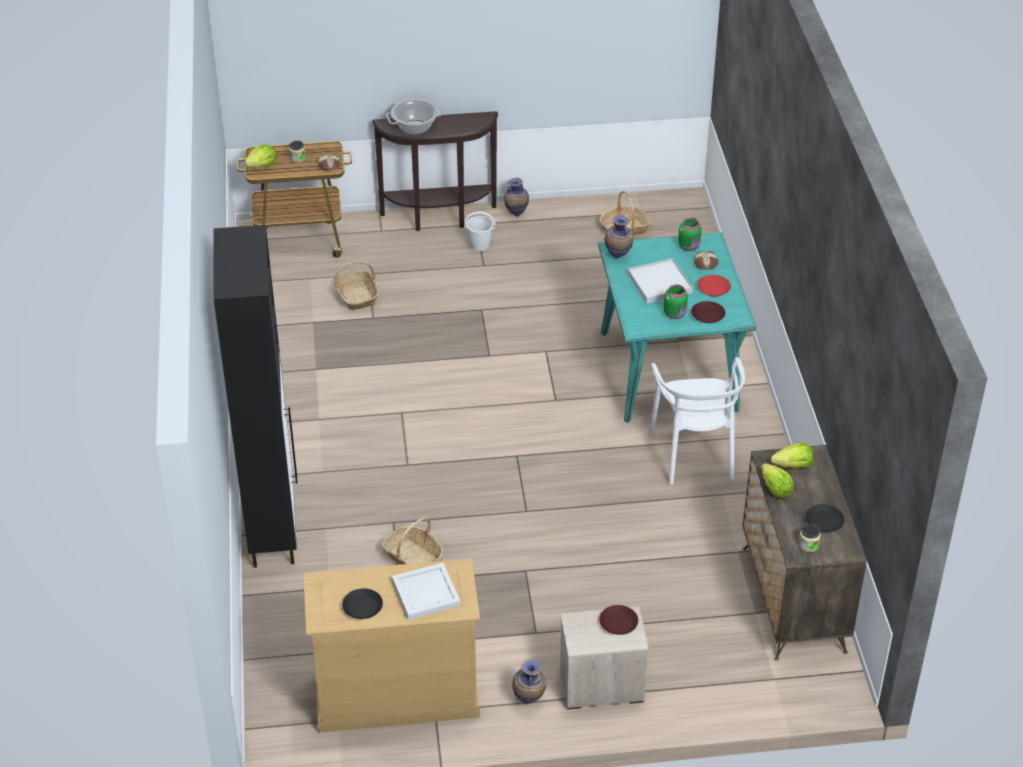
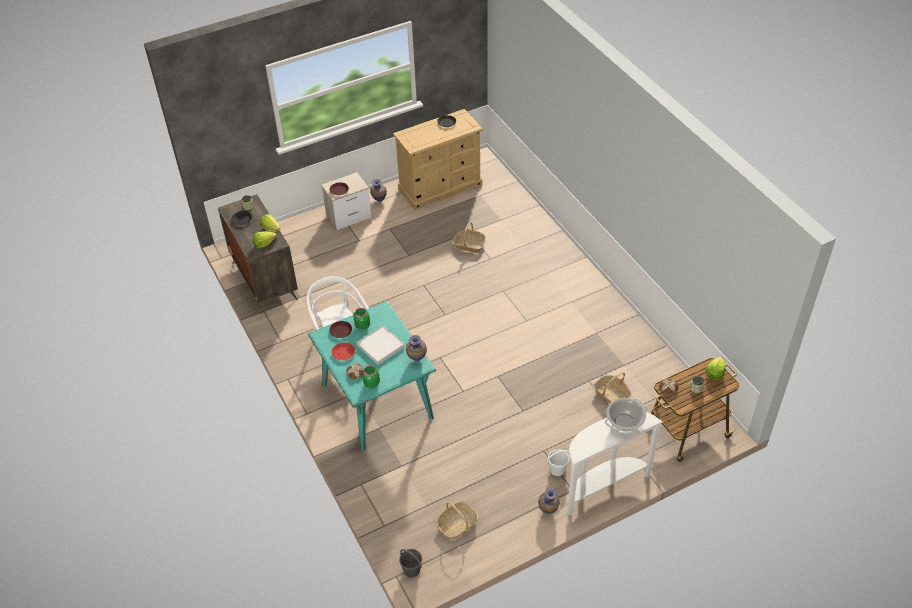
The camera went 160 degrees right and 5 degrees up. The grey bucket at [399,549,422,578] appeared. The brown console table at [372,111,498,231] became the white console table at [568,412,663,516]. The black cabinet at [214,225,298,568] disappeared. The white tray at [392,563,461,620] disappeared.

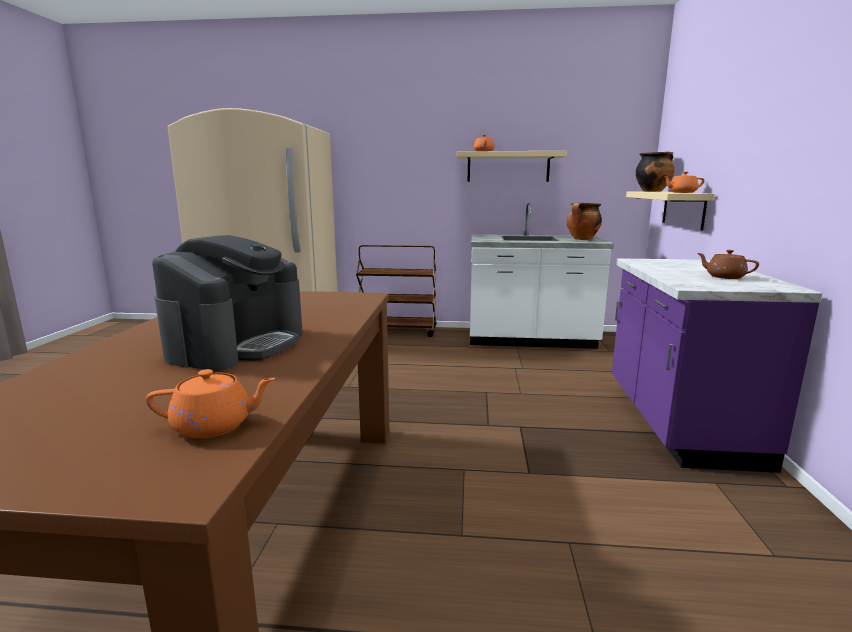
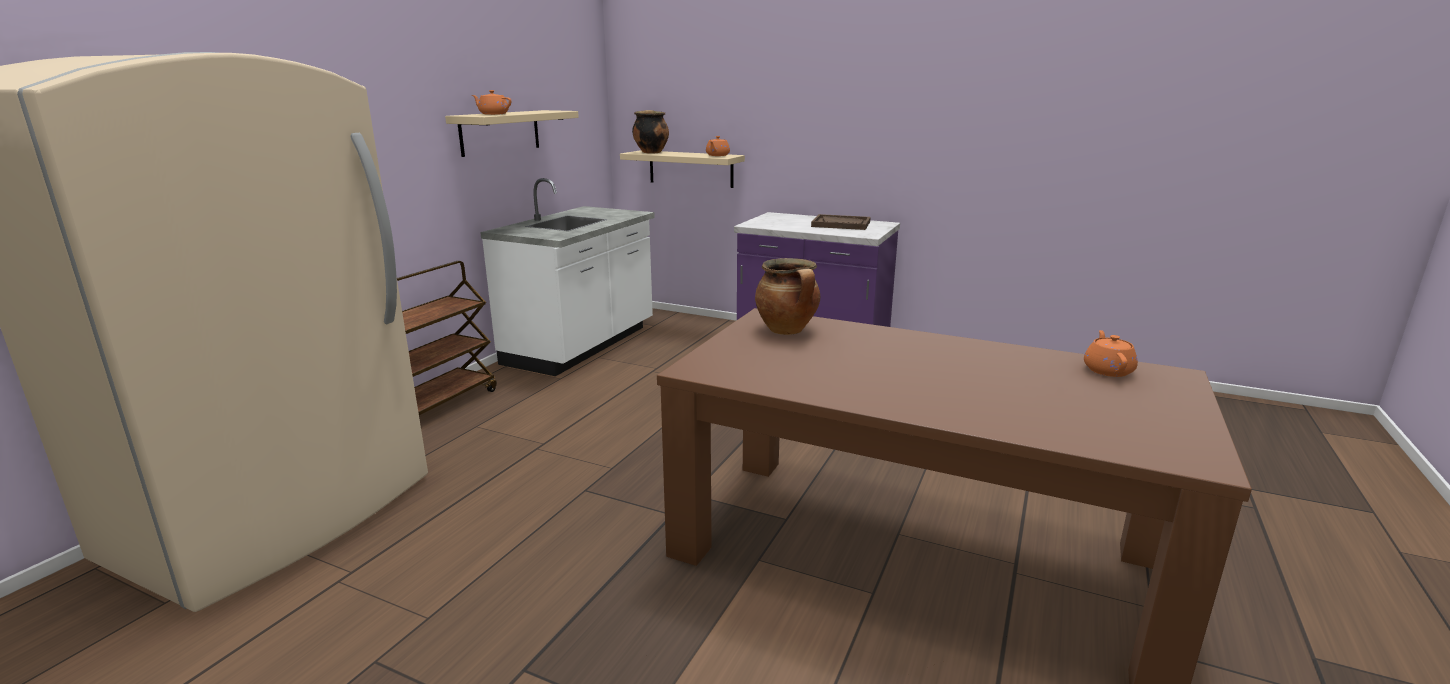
The camera went 70 degrees left and 5 degrees up. The cooking pot moved from [567,202,602,240] to [755,258,820,335]. The brown teapot at [697,250,759,279] was replaced by the brown tray at [811,214,871,230]. The coffee machine at [152,235,303,371] disappeared.

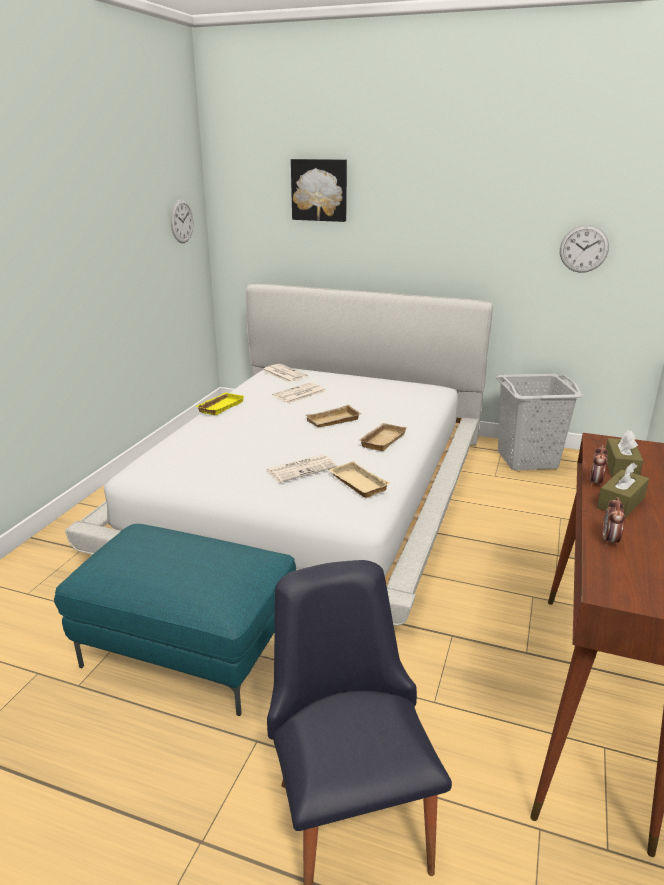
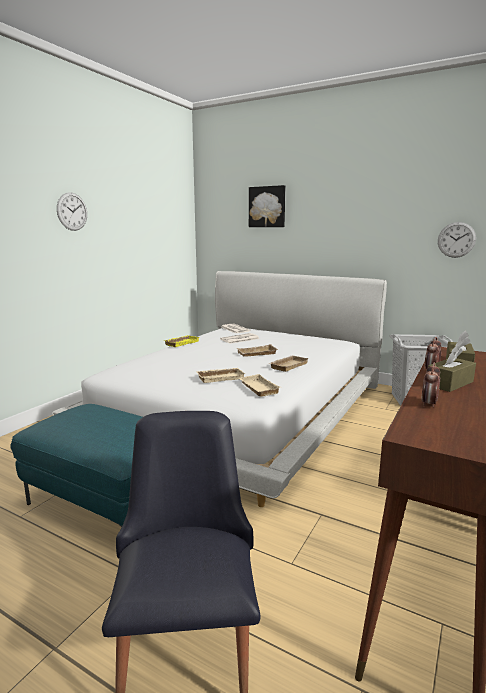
The camera went 10 degrees right and 10 degrees down. The wall clock moved from [170,200,193,243] to [57,192,87,231]. The newspaper at [266,455,338,483] was replaced by the beige tray at [196,368,245,383].

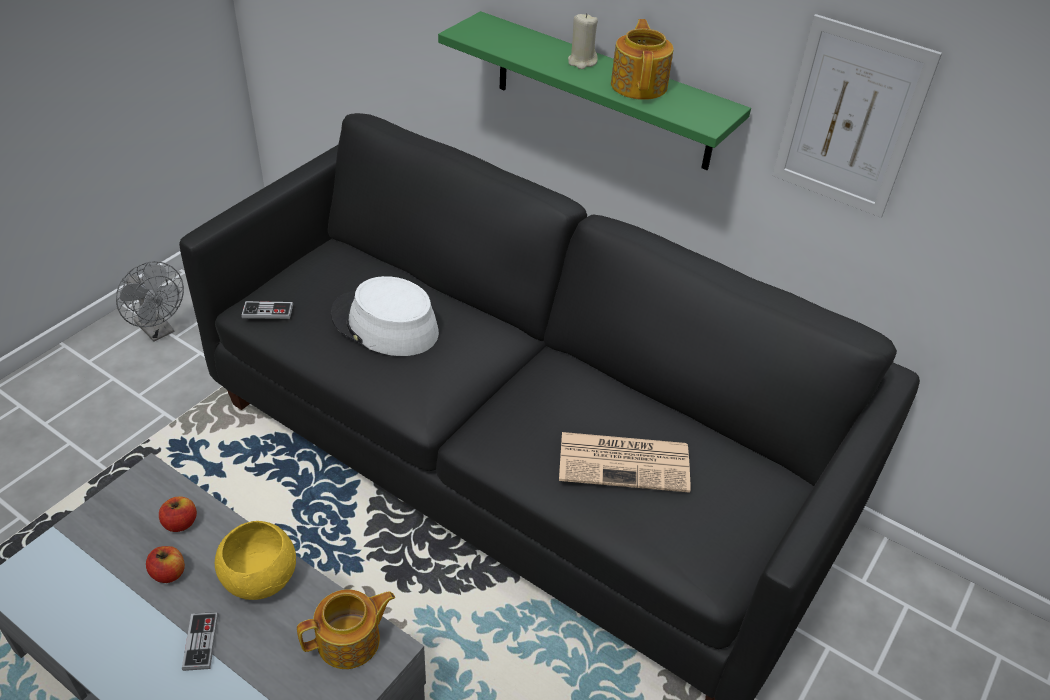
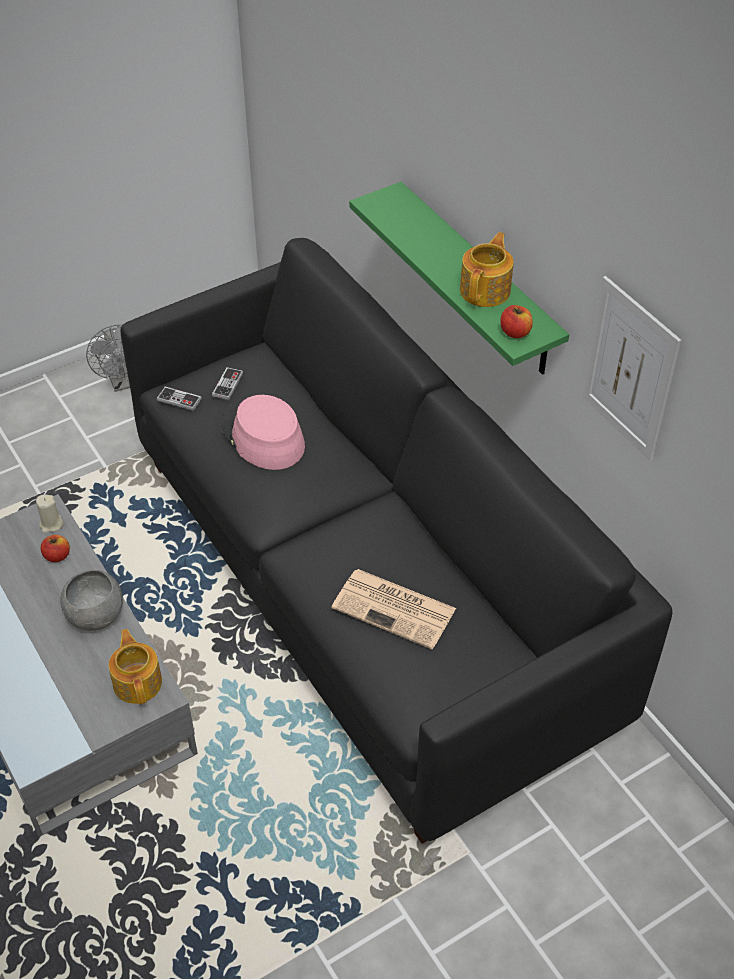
The camera went 25 degrees right and 5 degrees up. The beige candle moved from [568,13,598,69] to [36,494,64,533]. The yellow bowl at [215,521,296,600] became the grey bowl at [60,570,123,630]. The teapot at [297,589,395,669] turned 105 degrees counterclockwise. The game controller moved from [182,612,218,671] to [212,367,243,400]. The white hat at [331,276,439,356] became the pink hat at [221,395,305,470]. The apple moved from [146,546,185,583] to [500,305,533,338].

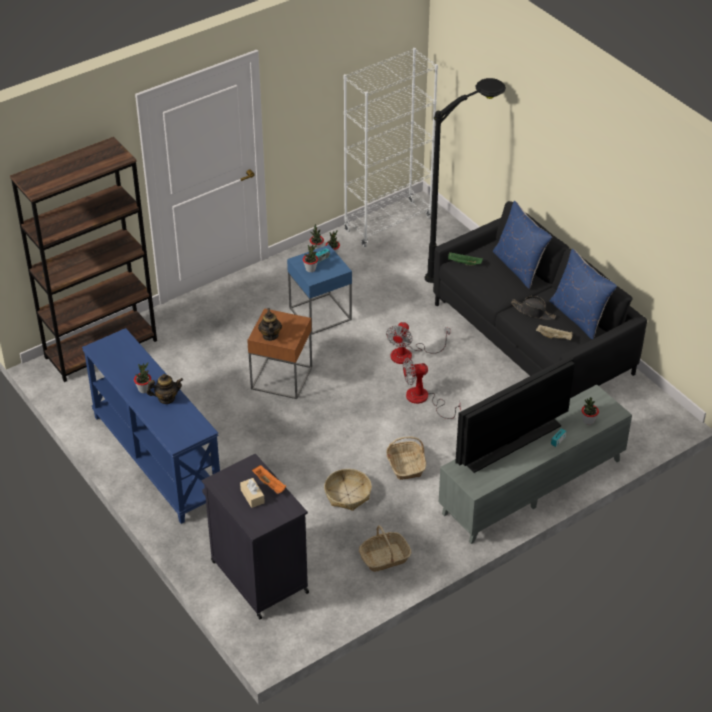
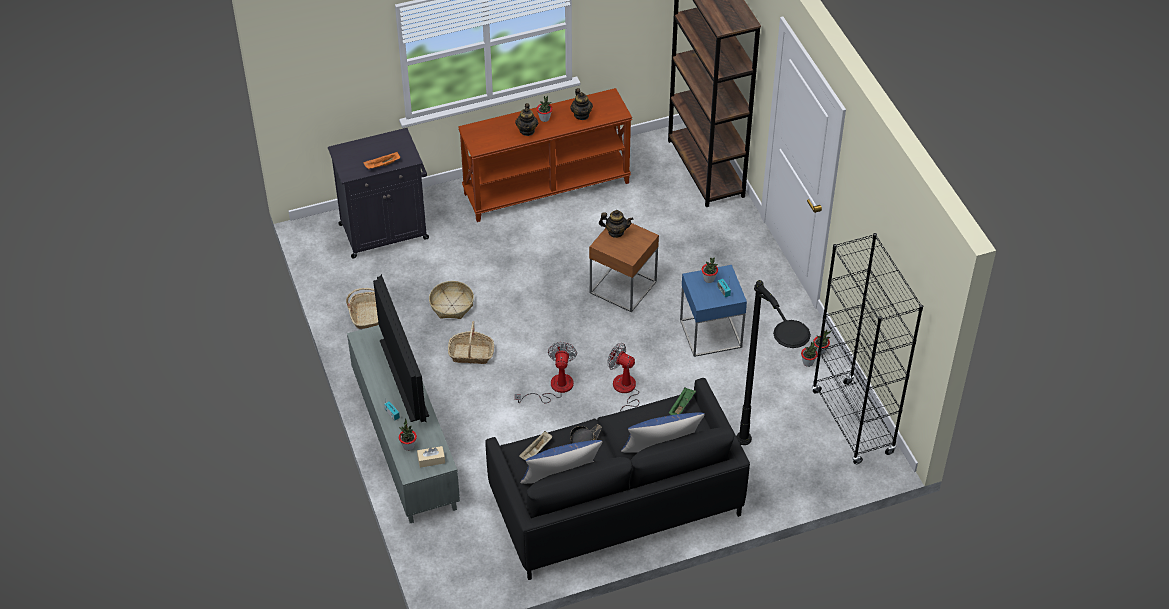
The camera went 105 degrees right and 5 degrees up. The beige tissue box moved from [240,478,265,508] to [417,446,445,468]. The blue console table at [82,328,220,524] became the brown console table at [458,88,632,222]. The teapot at [571,88,593,120] appeared. The white bookcase at [344,48,438,247] became the black bookcase at [812,233,923,464].

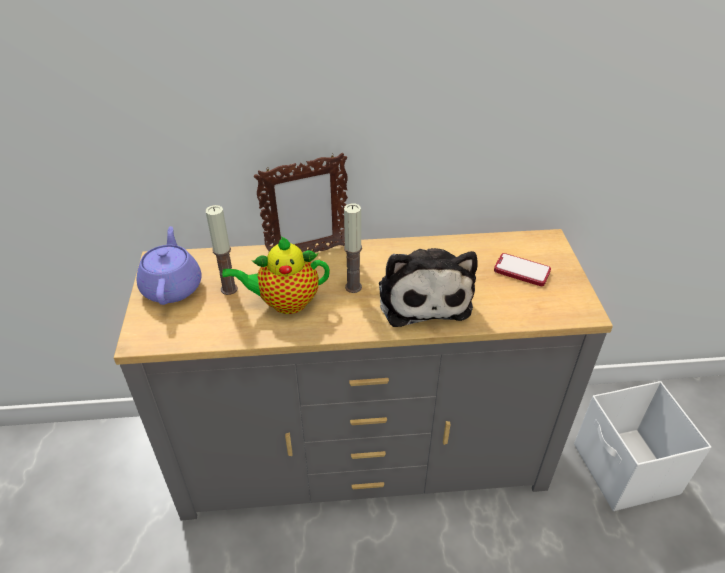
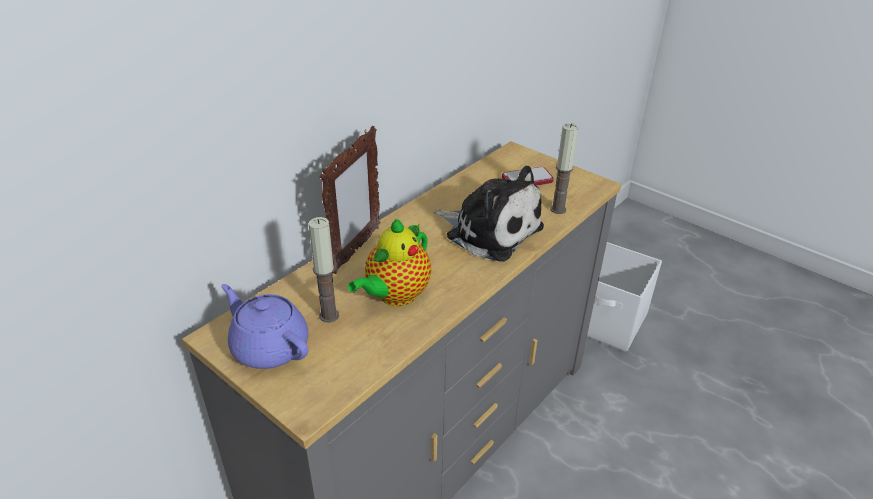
The camera went 45 degrees left and 5 degrees down. The candle moved from [344,203,362,293] to [550,123,579,214].

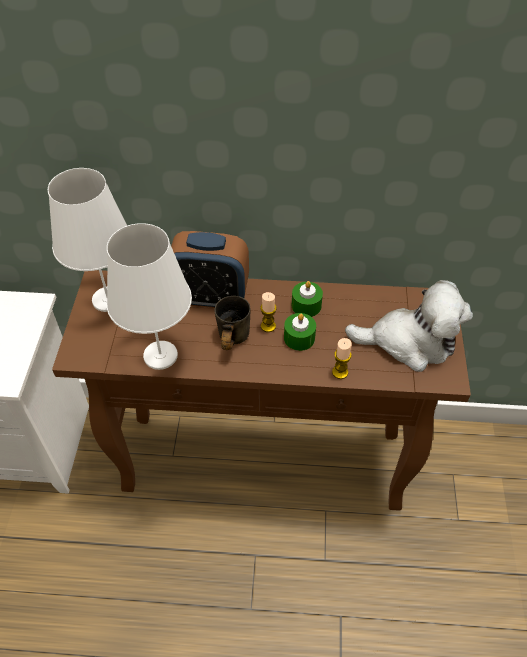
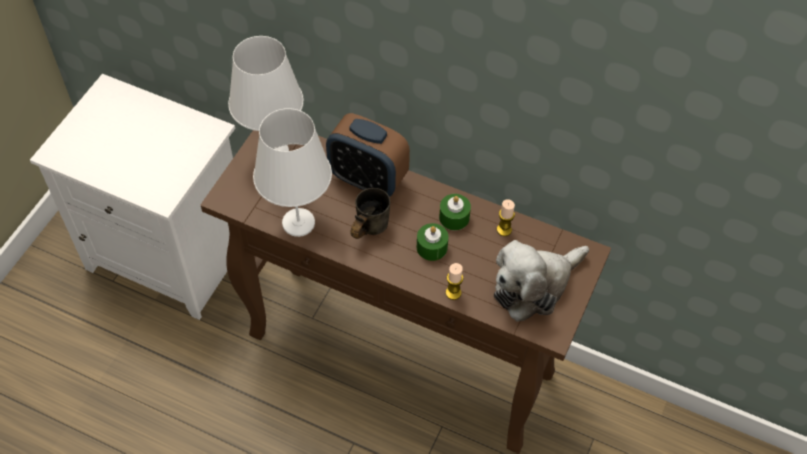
The camera went 20 degrees right and 5 degrees up. The plush toy at [345,280,473,372] turned 120 degrees clockwise. The candle moved from [260,292,276,332] to [497,199,515,236].

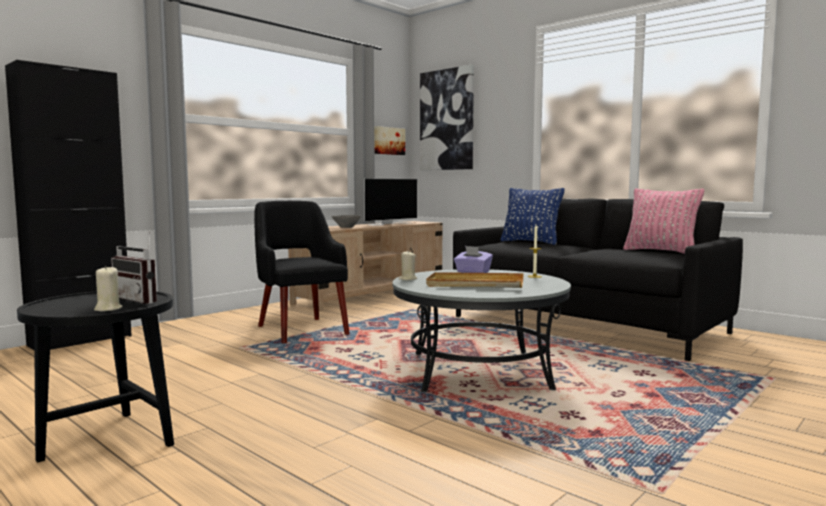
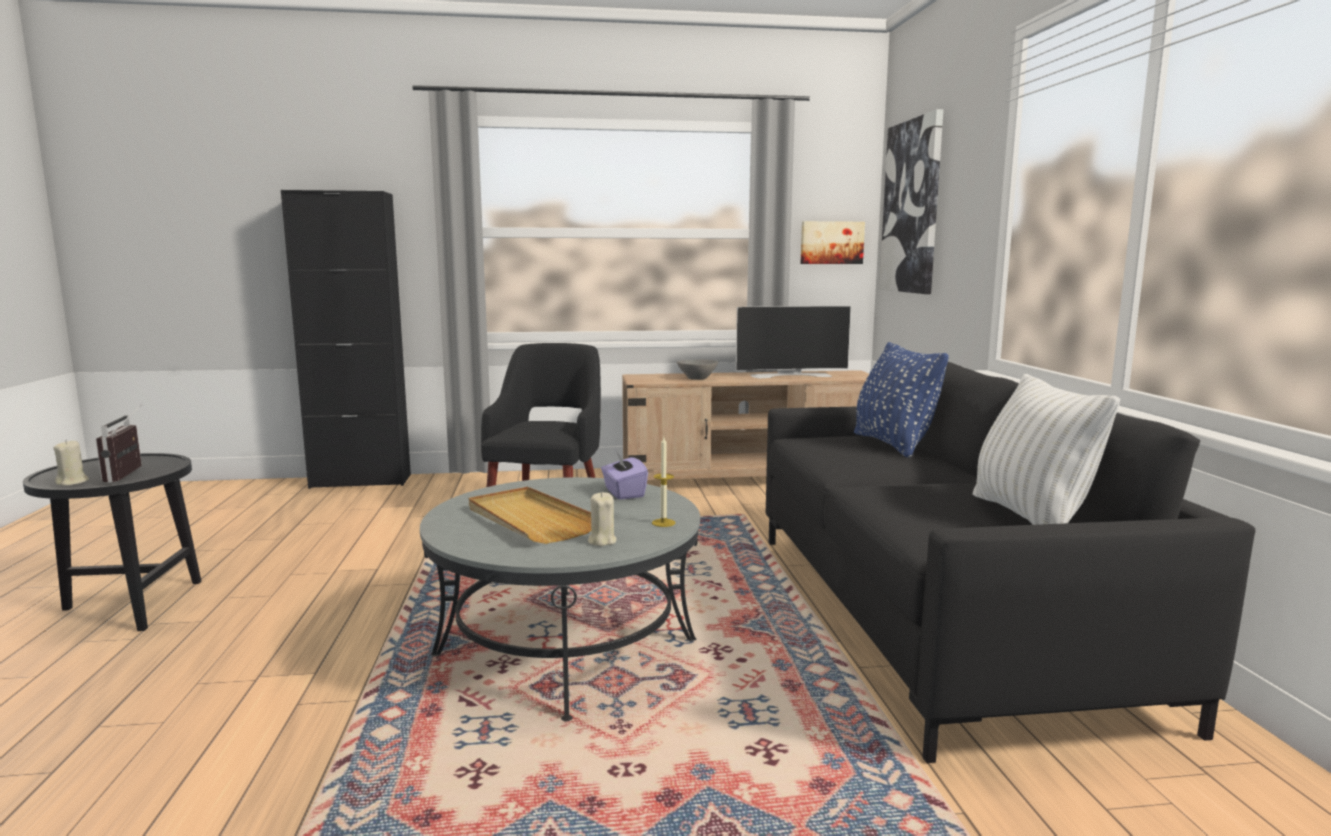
The camera went 40 degrees right and 5 degrees up. The beige candle moved from [398,252,417,280] to [588,492,617,546]. The pink pillow at [623,189,704,254] became the white pillow at [973,374,1120,525].

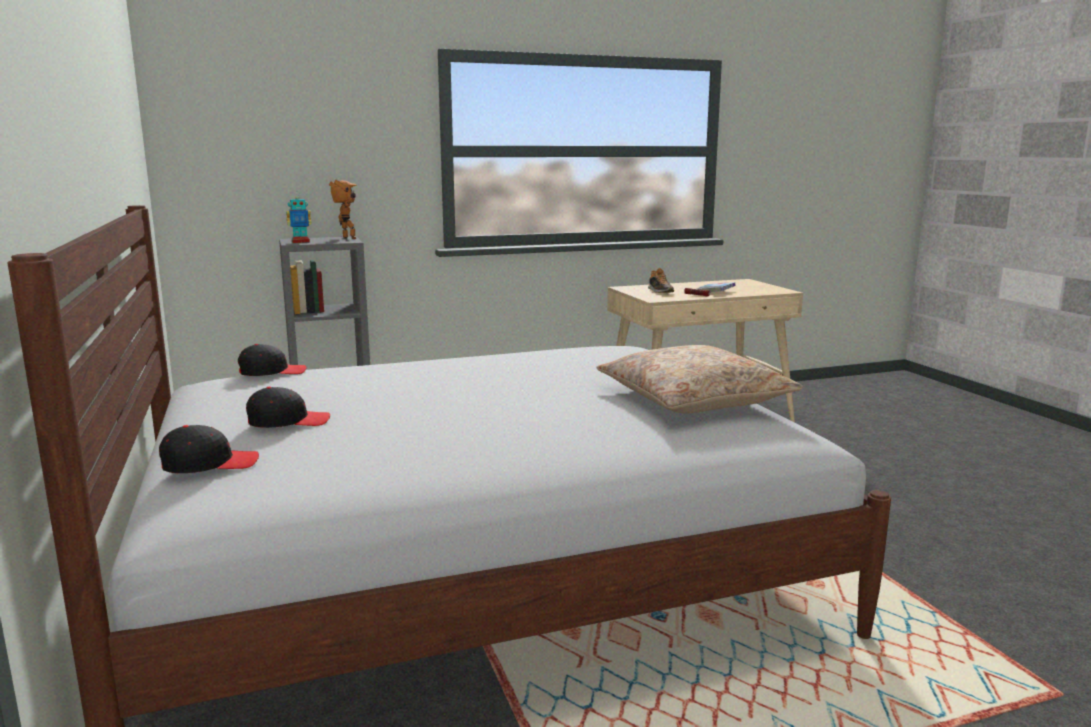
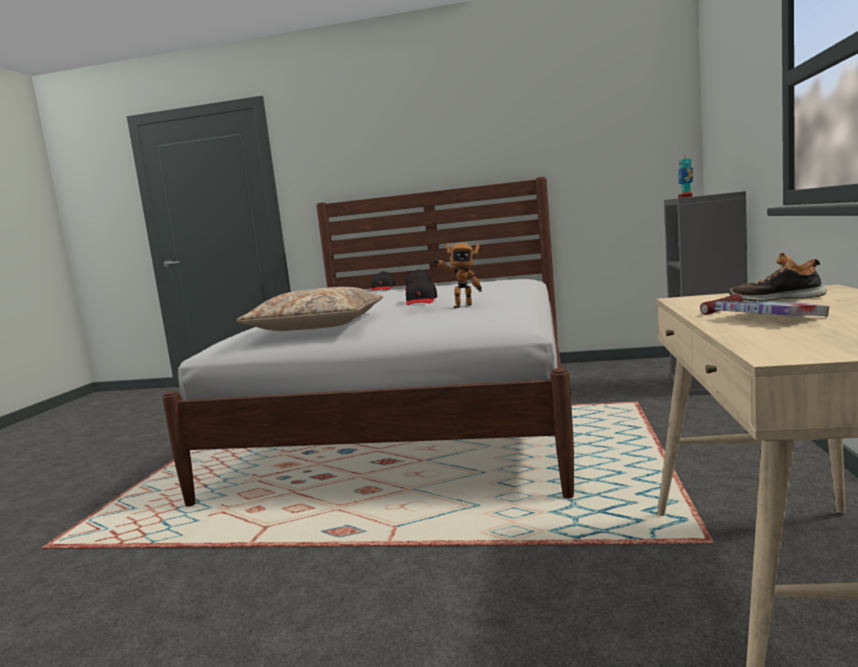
The camera went 120 degrees right and 5 degrees down. The black cap moved from [238,344,307,376] to [406,278,438,305]. The toy robot moved from [329,180,357,239] to [432,243,482,308].

